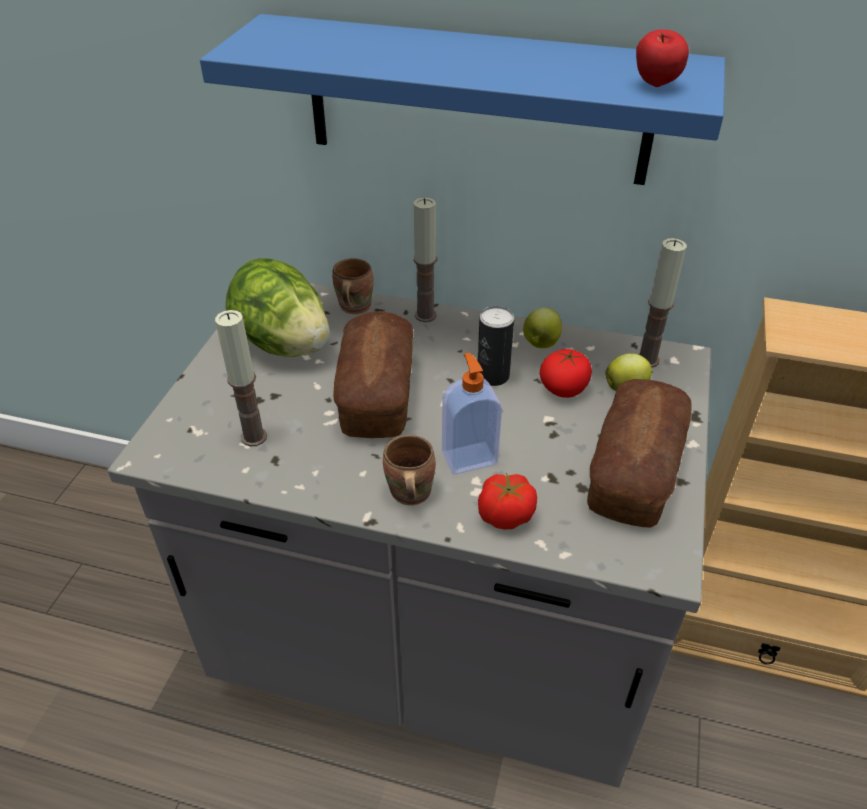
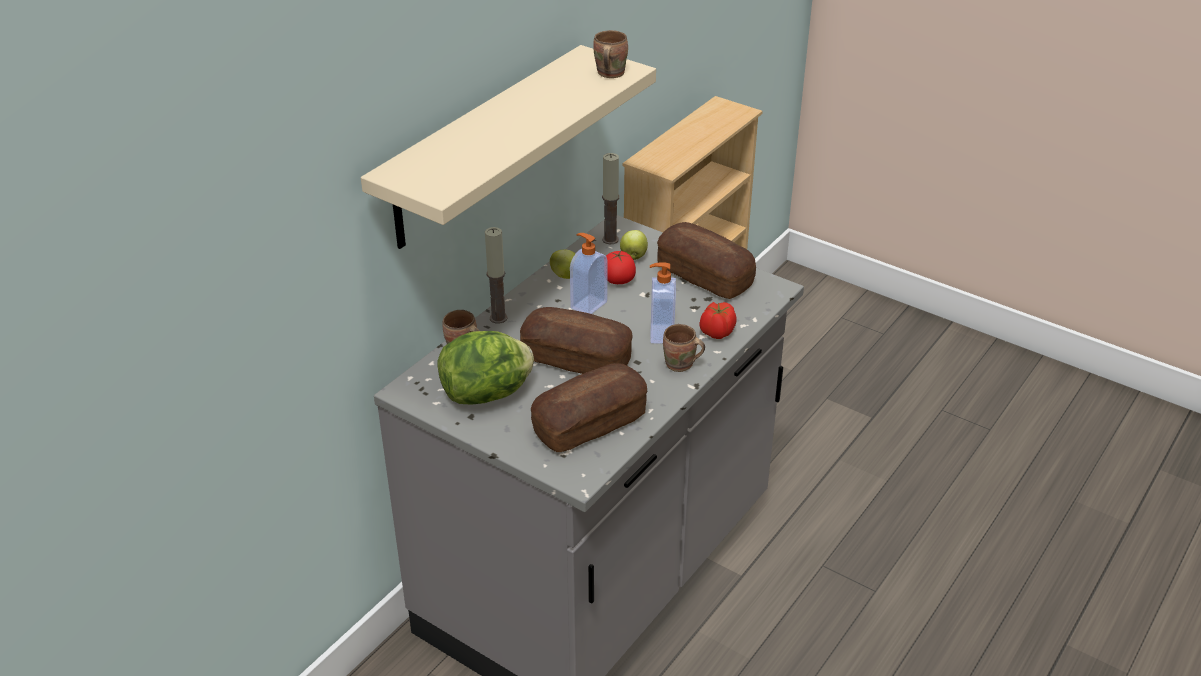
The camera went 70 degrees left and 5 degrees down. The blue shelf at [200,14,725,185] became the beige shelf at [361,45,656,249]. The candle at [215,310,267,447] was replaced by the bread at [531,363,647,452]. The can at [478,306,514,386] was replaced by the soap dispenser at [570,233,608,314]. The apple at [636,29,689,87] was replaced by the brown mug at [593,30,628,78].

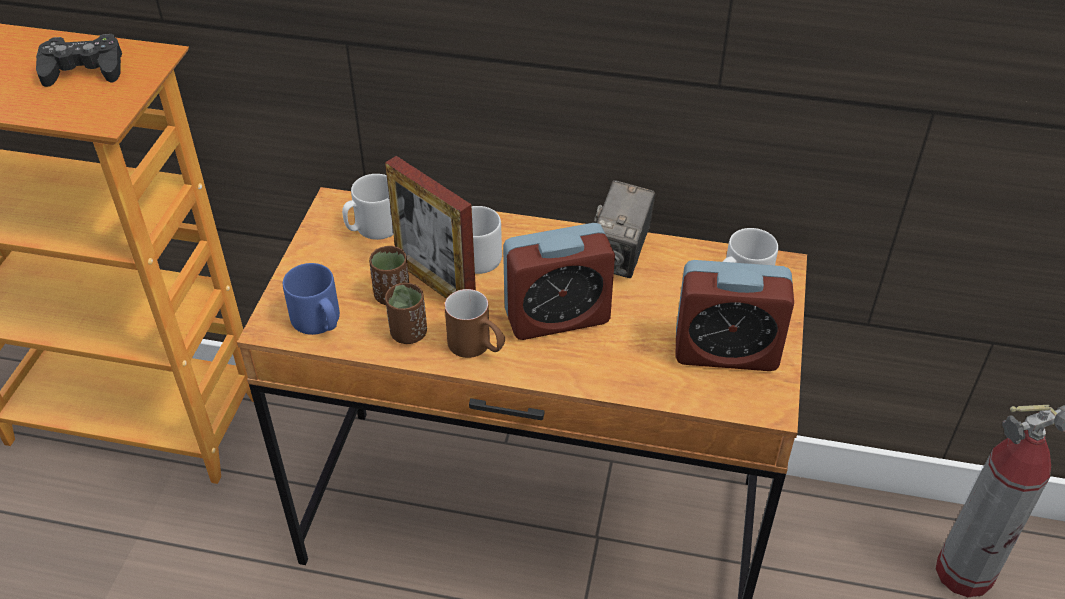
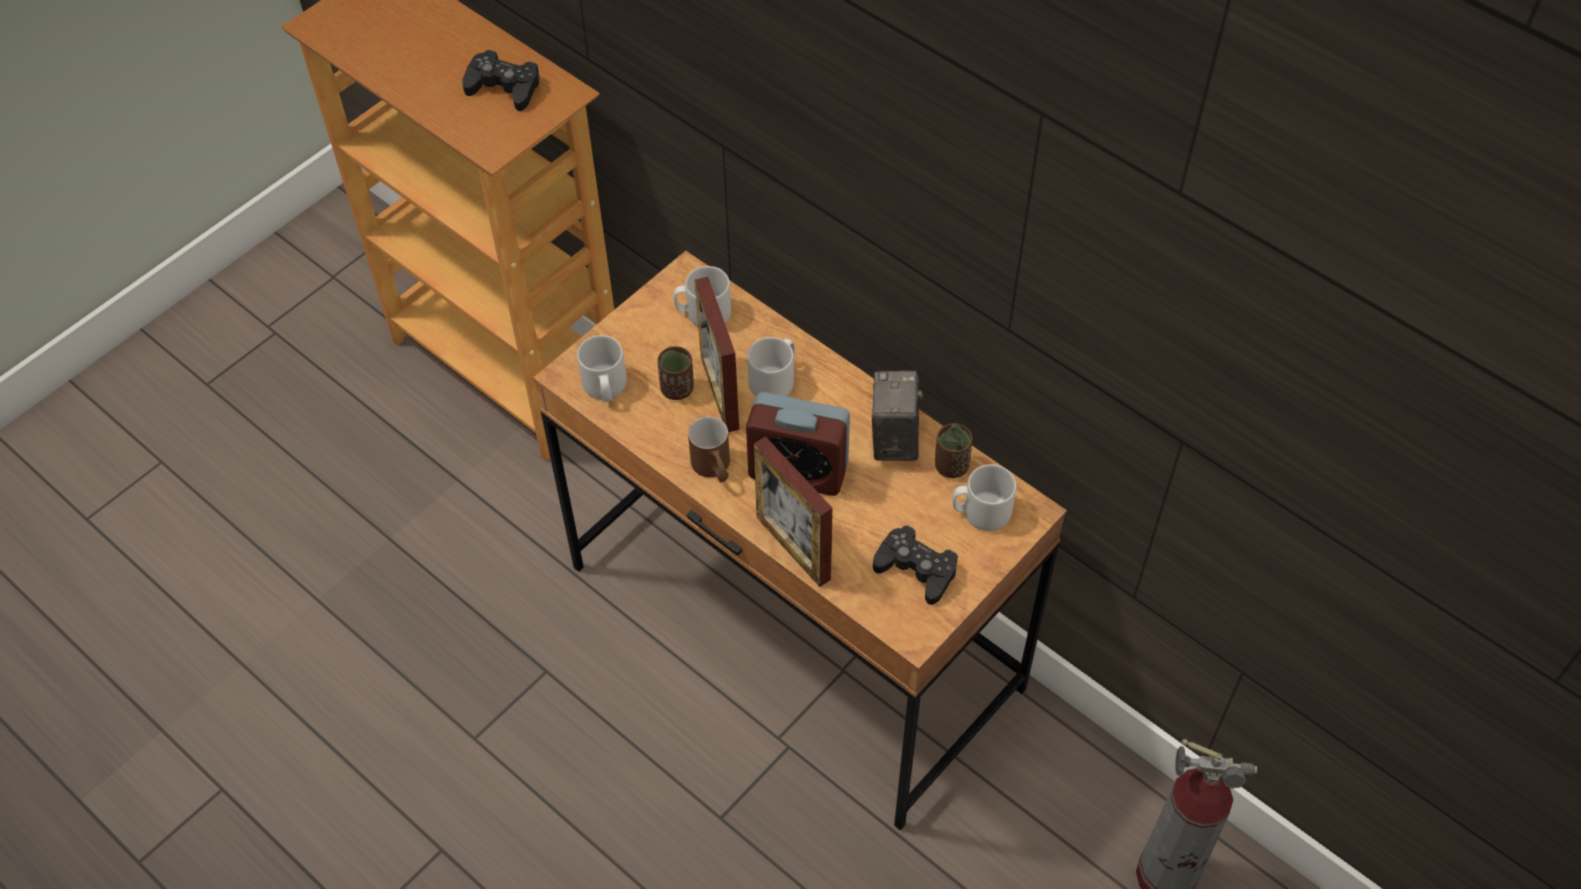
The camera went 30 degrees right and 10 degrees up. The blue mug at [283,263,340,335] became the grey mug at [577,335,627,402]. The picture frame at [754,436,833,587] appeared. The photo camera at [594,180,655,278] turned 135 degrees clockwise. The alarm clock at [675,260,794,371] was replaced by the black game controller at [873,525,958,605]. The brown cup moved from [385,283,427,344] to [935,423,973,478].

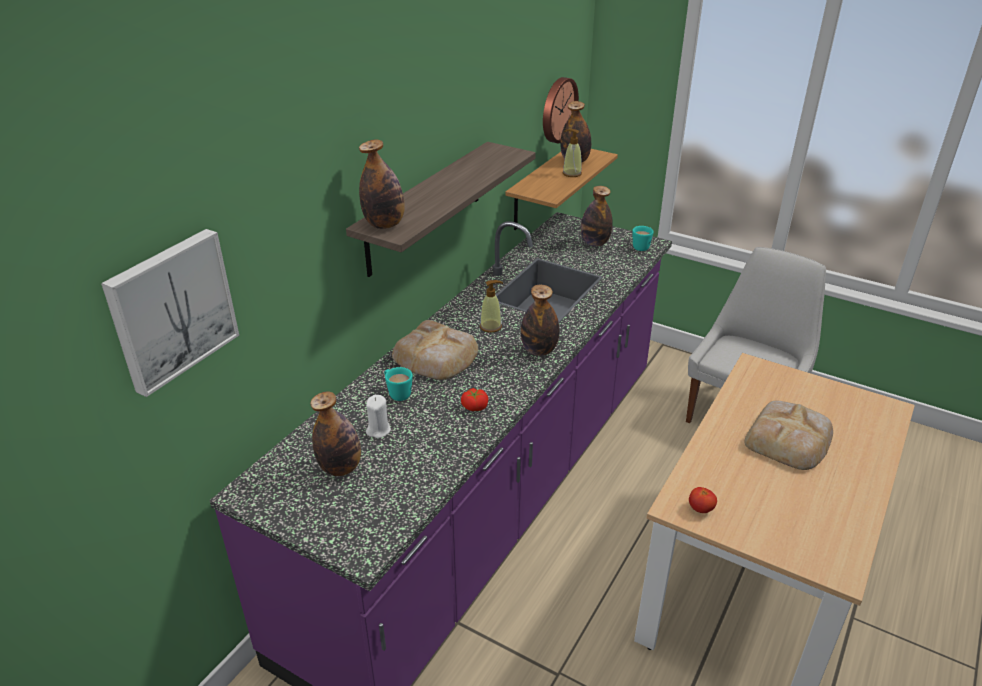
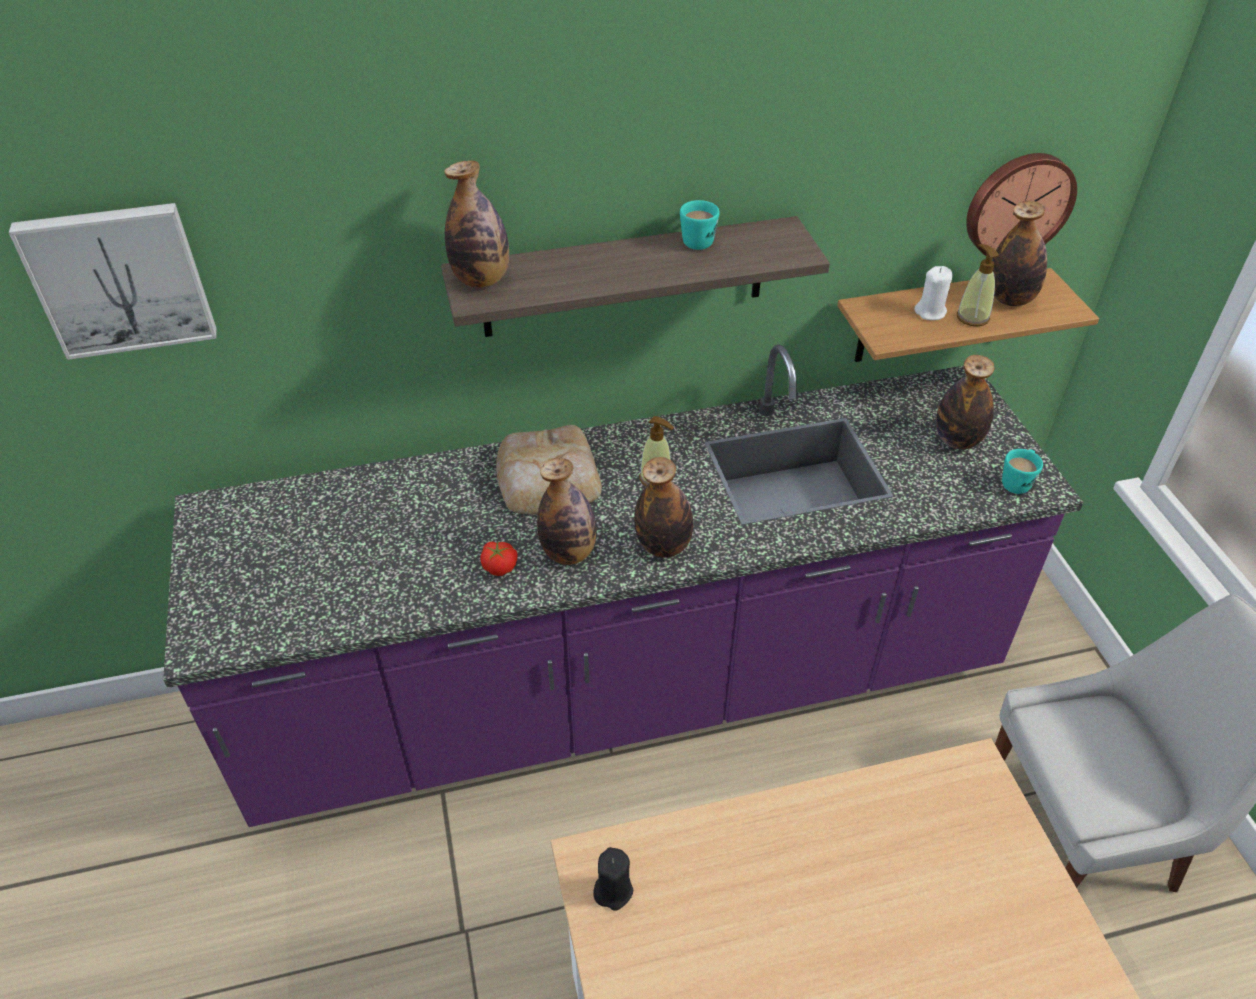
The camera went 45 degrees right and 10 degrees up. The bottle moved from [310,391,361,476] to [537,458,597,565]. The tomato at [689,487,717,513] was replaced by the black candle at [593,847,633,911]. The turquoise mug moved from [384,367,413,401] to [680,200,719,250]. The white candle moved from [366,395,391,438] to [914,266,953,320]. The bread at [745,401,833,470] disappeared.

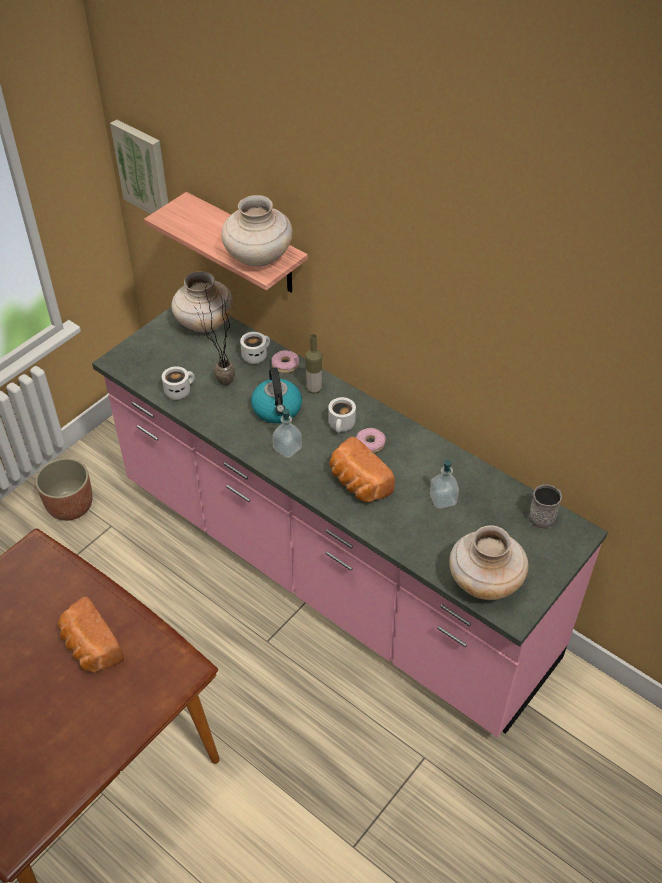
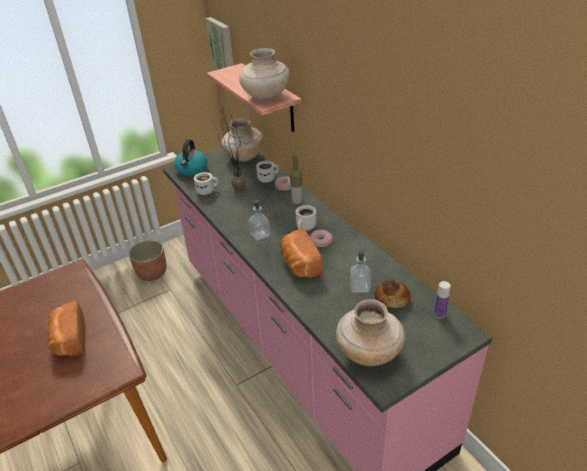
The camera went 20 degrees right and 10 degrees down. The kettle moved from [251,368,302,423] to [174,140,207,176]. The bread at [375,280,411,308] appeared. The grey mug at [528,484,562,529] was replaced by the bottle at [434,281,451,319].

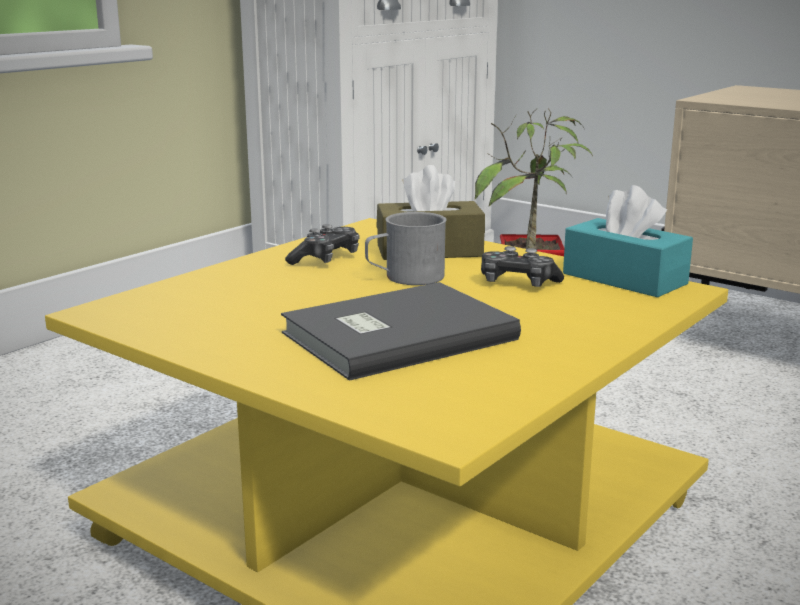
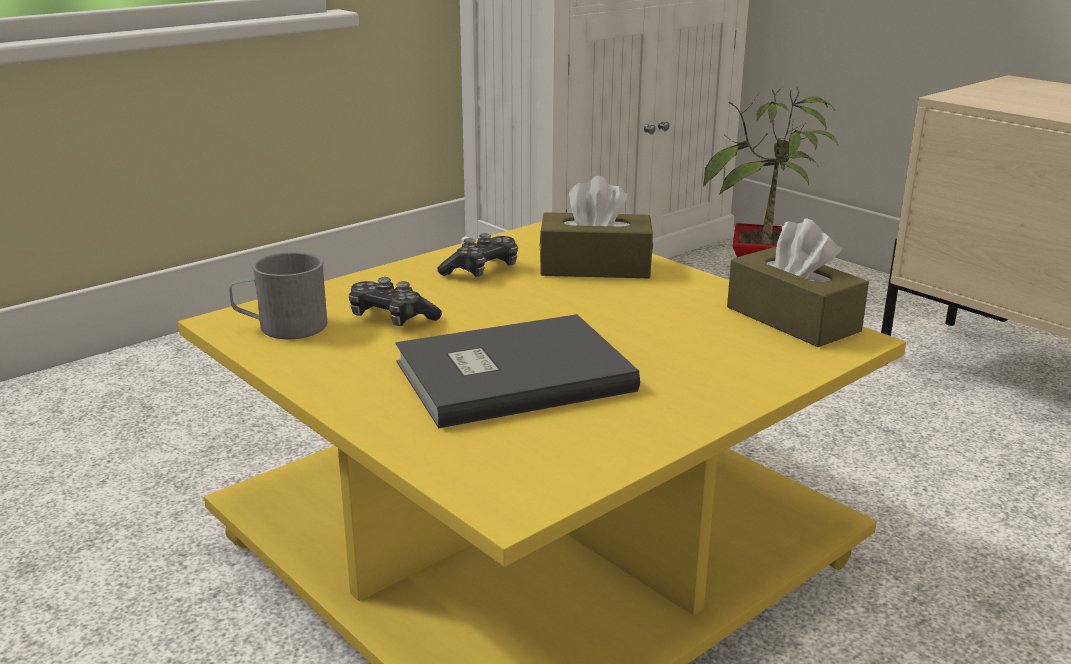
The camera went 10 degrees right and 5 degrees up. The grey mug moved from [365,212,447,285] to [229,251,328,339]. The game controller moved from [481,246,564,287] to [349,277,442,326]. The turquoise tissue box at [563,185,693,297] became the brown tissue box at [727,218,869,347].

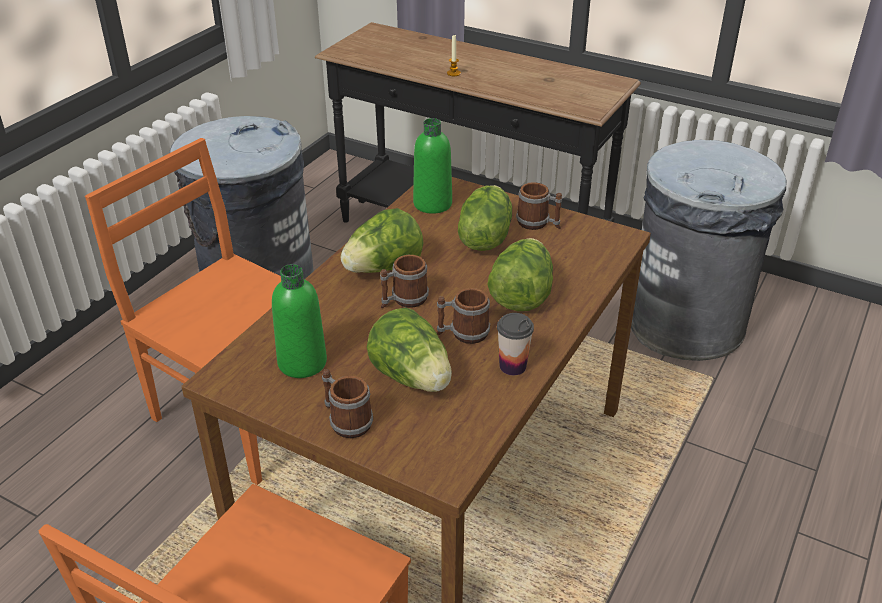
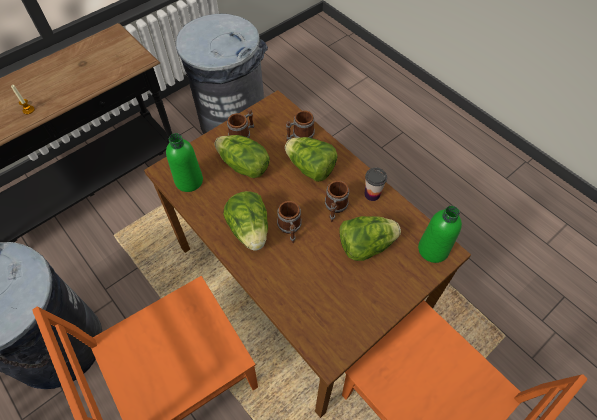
The camera went 70 degrees left and 20 degrees up. The mug moved from [322,369,373,438] to [286,110,315,141]. The green bottle moved from [272,264,327,378] to [418,206,462,263].

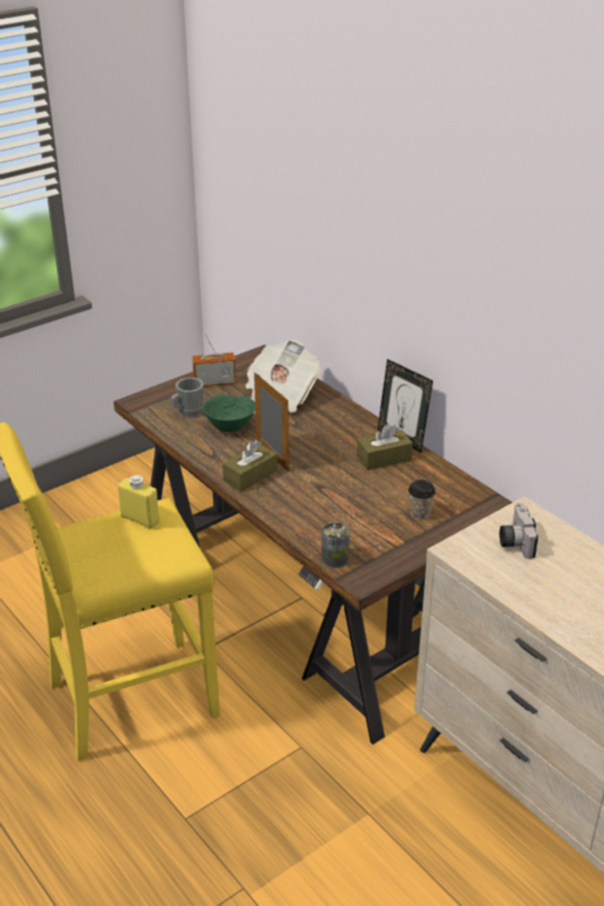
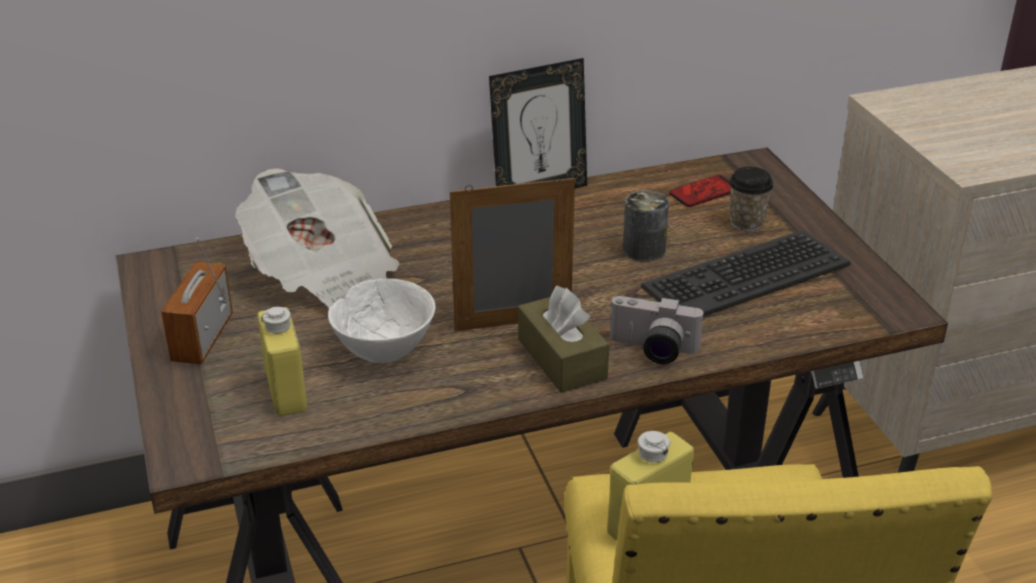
The camera went 70 degrees left and 0 degrees up. The grey mug at [171,377,204,418] was replaced by the yellow bottle at [258,307,307,416]. The green bowl at [203,394,255,432] became the white bowl at [328,279,435,363]. The photo camera moved from [499,503,538,559] to [609,296,704,364]. The can moved from [322,522,350,568] to [623,190,669,262]. The keyboard at [641,230,851,317] appeared. The phone at [669,175,731,207] appeared. The brown tissue box at [357,424,413,470] disappeared.

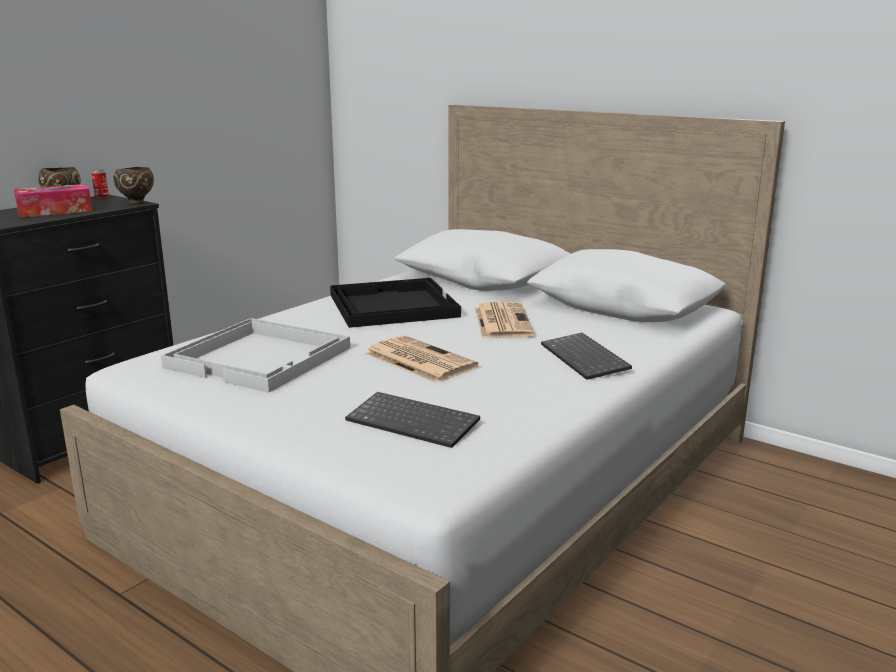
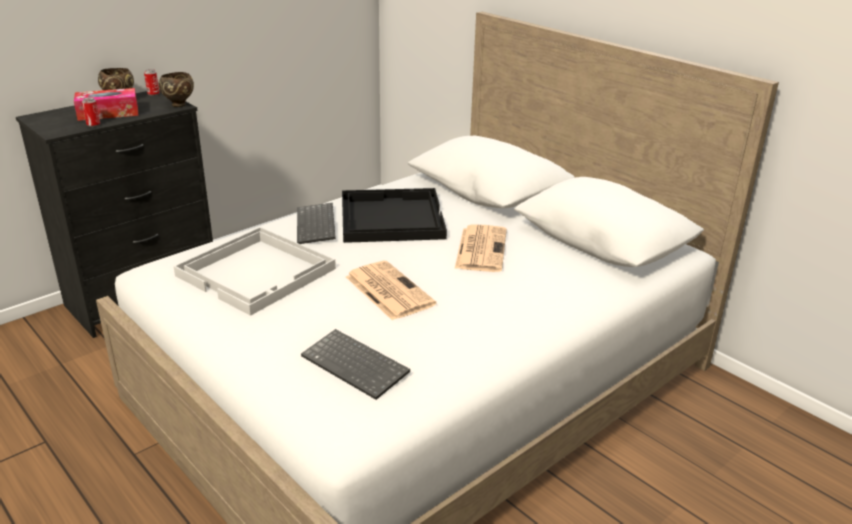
The camera went 10 degrees right and 10 degrees up. The can at [82,97,100,127] appeared. The keyboard moved from [541,333,632,380] to [297,203,336,244].

